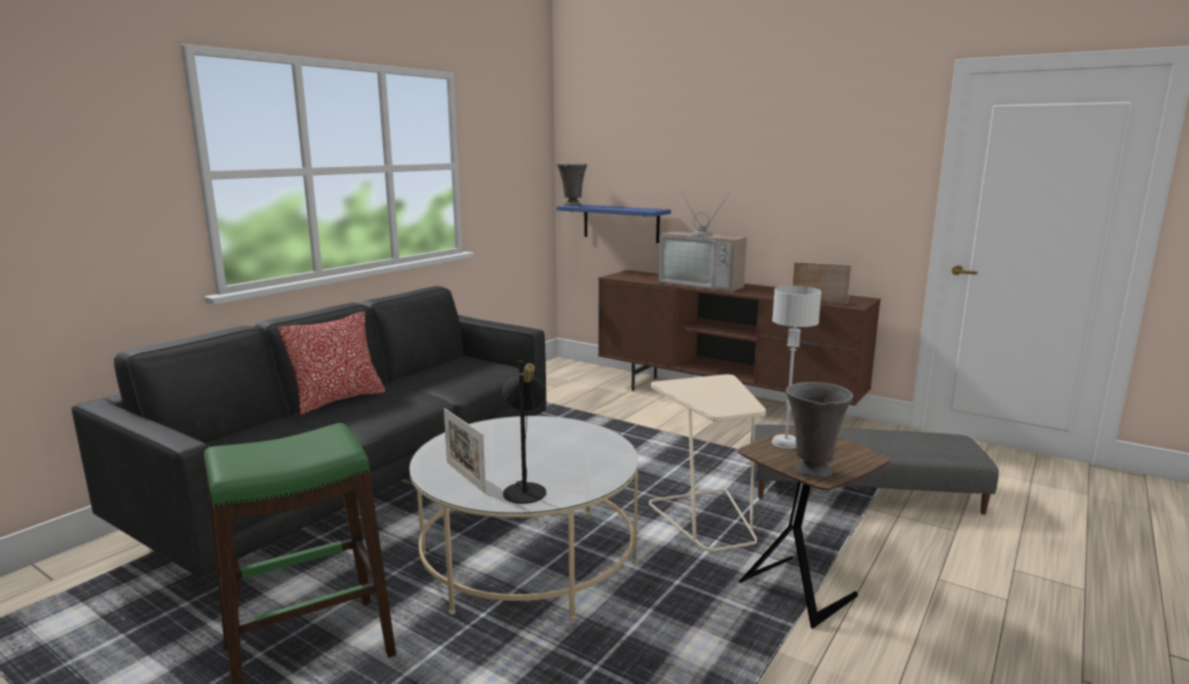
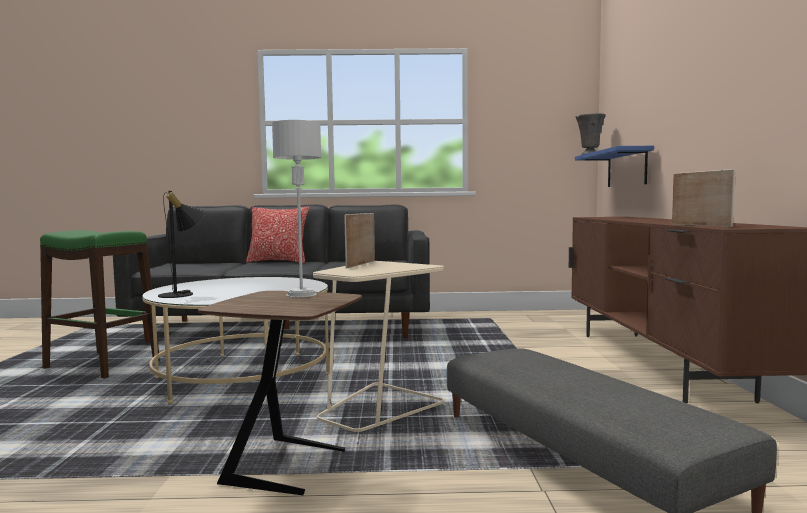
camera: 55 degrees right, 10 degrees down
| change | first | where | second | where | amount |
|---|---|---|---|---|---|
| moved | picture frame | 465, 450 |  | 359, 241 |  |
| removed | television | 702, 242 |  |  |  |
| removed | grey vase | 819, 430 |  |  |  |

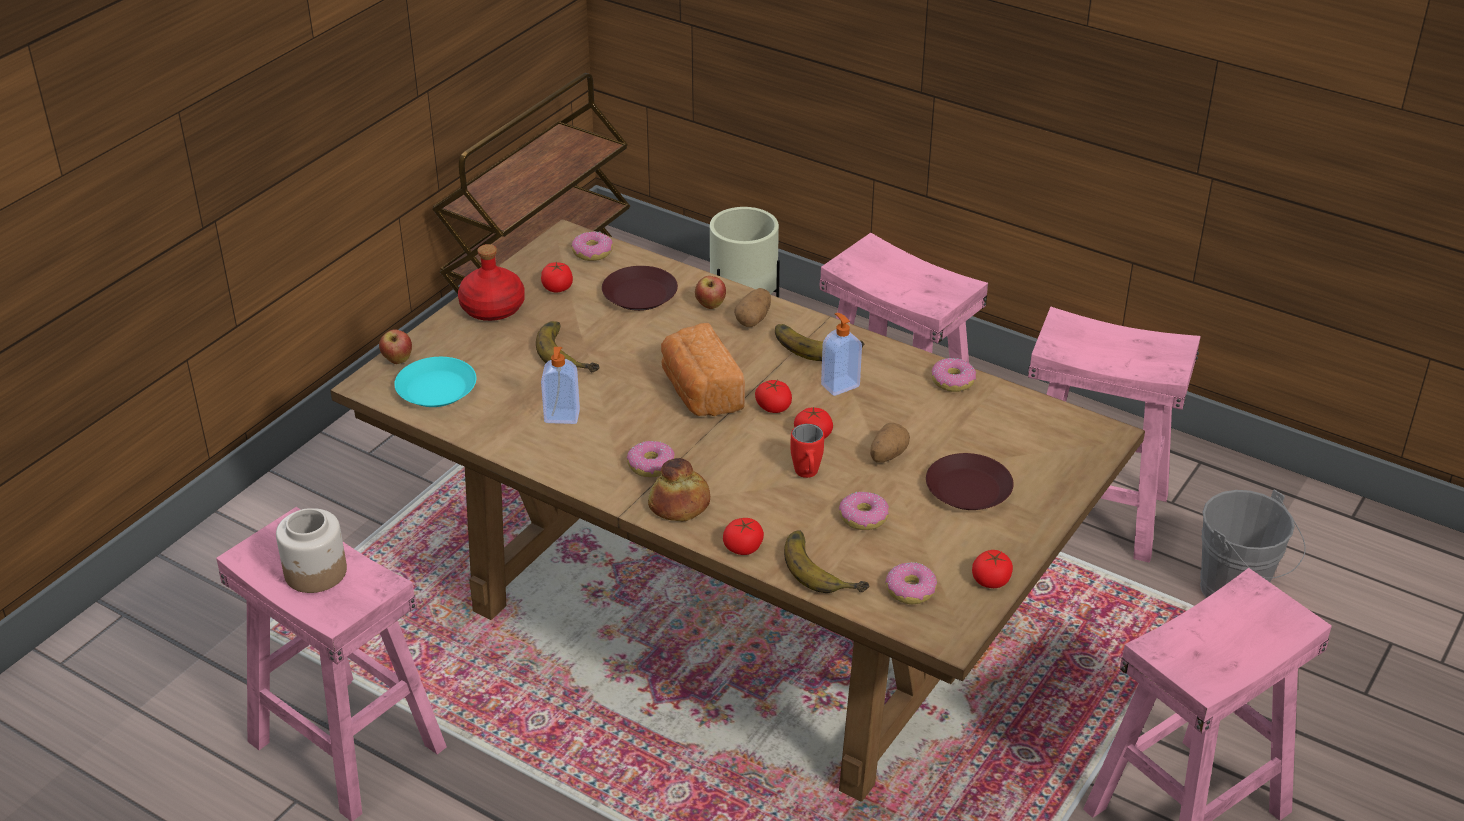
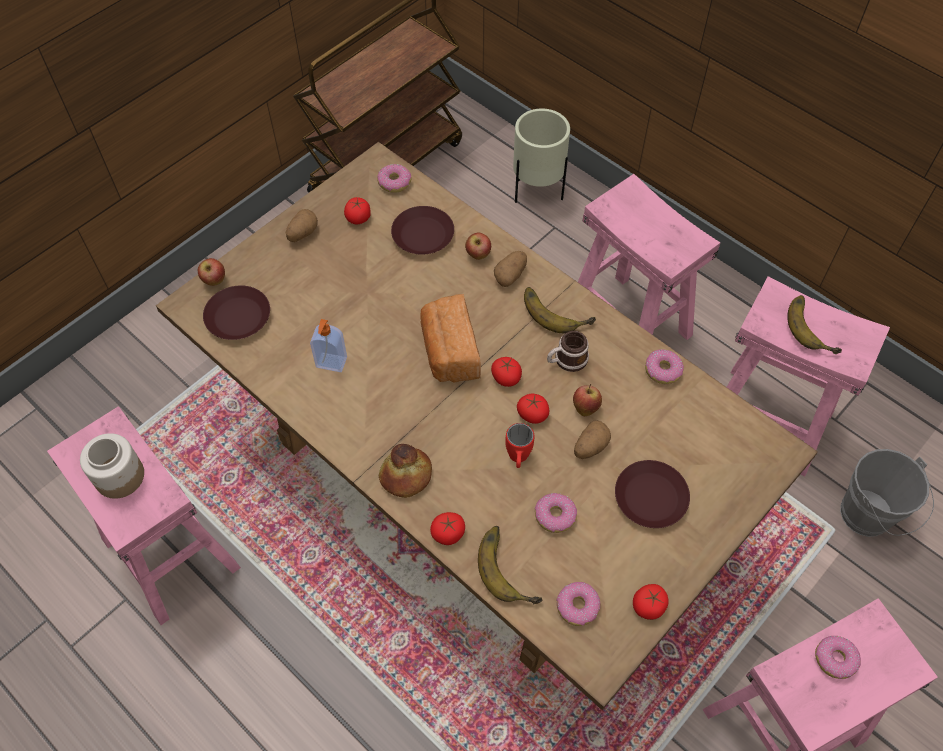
camera: 10 degrees right, 20 degrees up
| change | first | where | second | where | amount |
|---|---|---|---|---|---|
| recoloured | turquoise plate | 435, 382 | brown plate | 236, 312 |  |
| replaced | red bottle | 491, 282 | potato | 302, 225 |  |
| moved | banana | 568, 346 |  | 814, 324 |  |
| moved | donut | 651, 459 |  | 838, 657 |  |
| replaced | soap dispenser | 841, 354 | mug | 568, 351 |  |
| added |  |  | apple | 587, 400 |  |

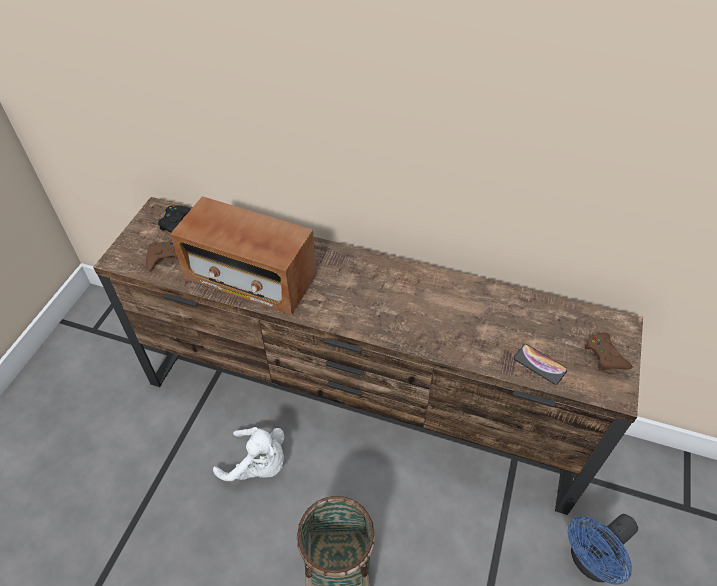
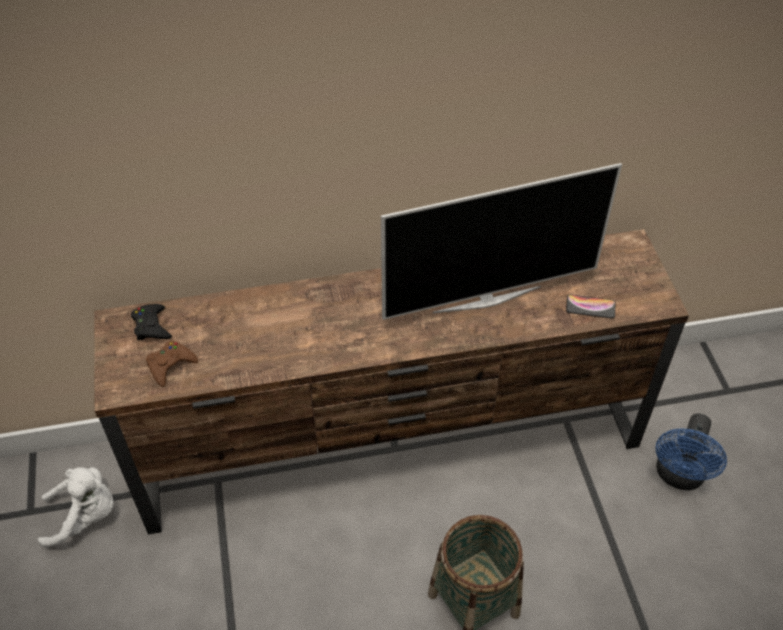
camera: 30 degrees left, 0 degrees up
| change | first | where | second | where | amount |
|---|---|---|---|---|---|
| removed | radio | 243, 255 |  |  |  |
| moved | white plush toy | 248, 454 |  | 75, 507 |  |
| removed | brown game controller | 608, 352 |  |  |  |
| added |  |  | television | 501, 241 |  |

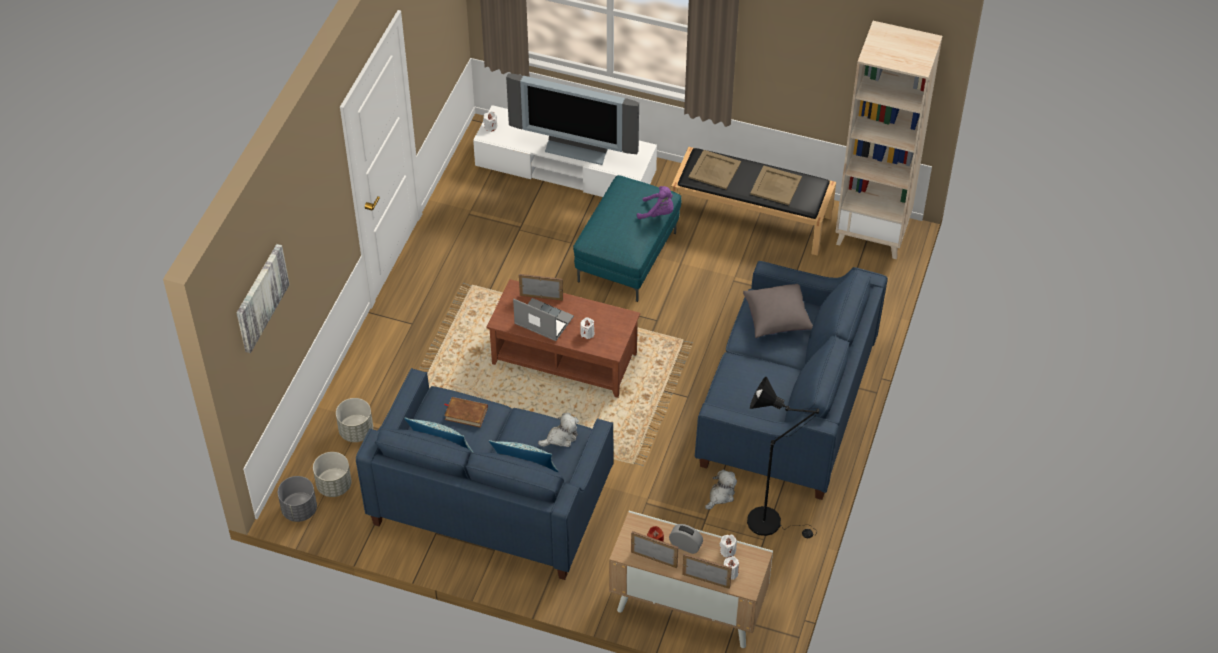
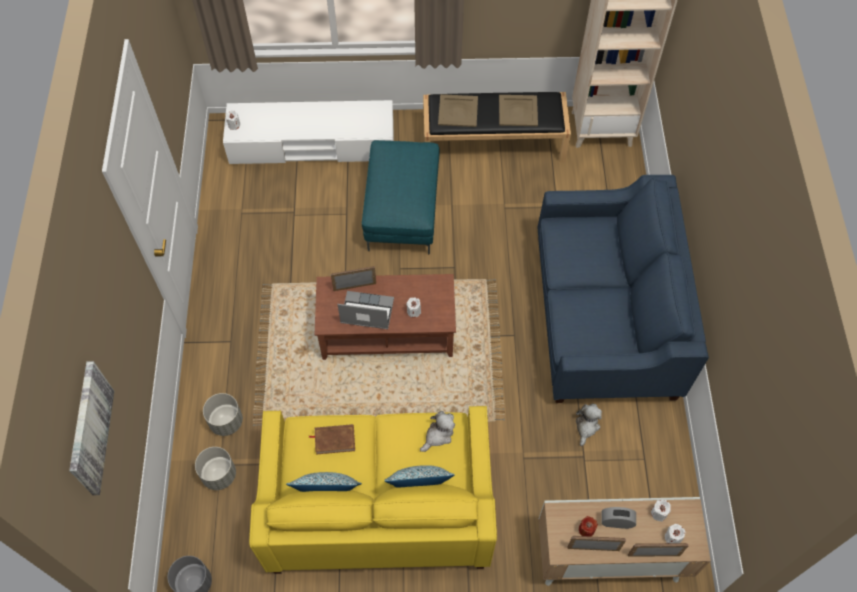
camera: 20 degrees left, 10 degrees up
| change | first | where | second | where | amount |
|---|---|---|---|---|---|
| moved | grey planter | 332, 474 |  | 223, 414 |  |
| recoloured | blue sofa | 484, 474 | yellow sofa | 373, 490 |  |
| removed | television | 572, 119 |  |  |  |
| removed | purple plush toy | 655, 202 |  |  |  |
| removed | grey pillow | 778, 311 |  |  |  |
| removed | black floor lamp | 783, 457 |  |  |  |

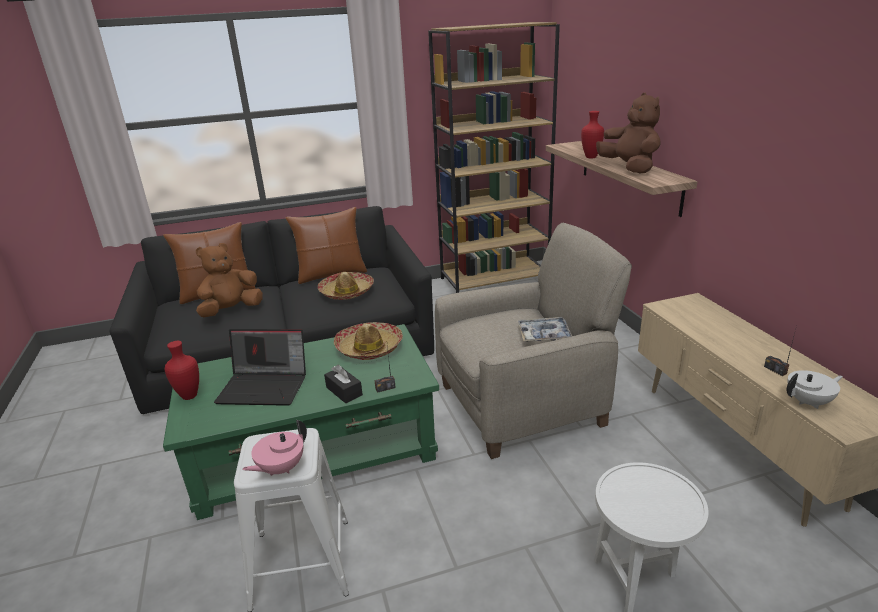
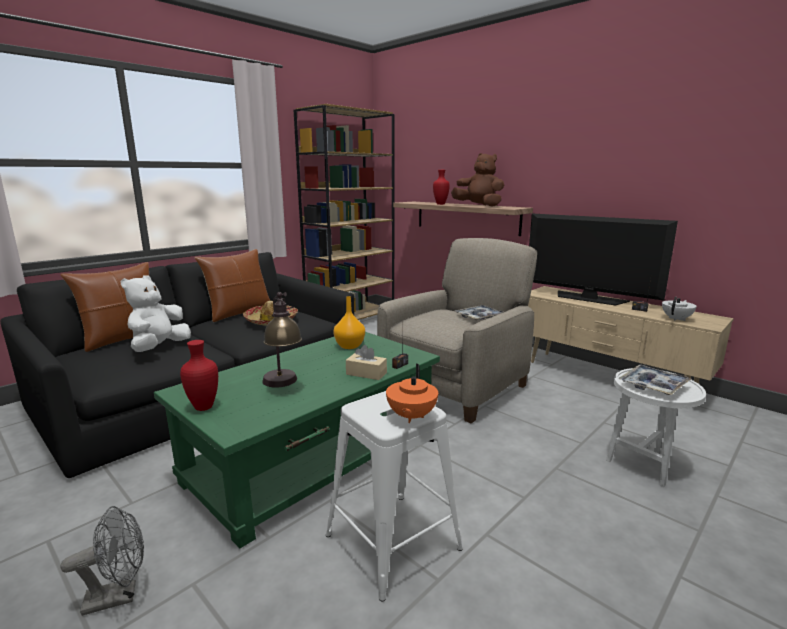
camera: 30 degrees left, 10 degrees down
| change | first | where | second | where | amount |
|---|---|---|---|---|---|
| recoloured | brown plush toy | 229, 280 | white plush toy | 156, 313 |  |
| replaced | laptop | 260, 367 | table lamp | 282, 339 |  |
| recoloured | pink teapot | 274, 448 | orange teapot | 412, 393 |  |
| recoloured | black tissue box | 343, 384 | beige tissue box | 366, 362 |  |
| replaced | hat | 368, 341 | orange vase | 349, 322 |  |
| added |  |  | grey fan | 102, 561 |  |
| added |  |  | television | 603, 260 |  |
| added |  |  | tray | 655, 380 |  |

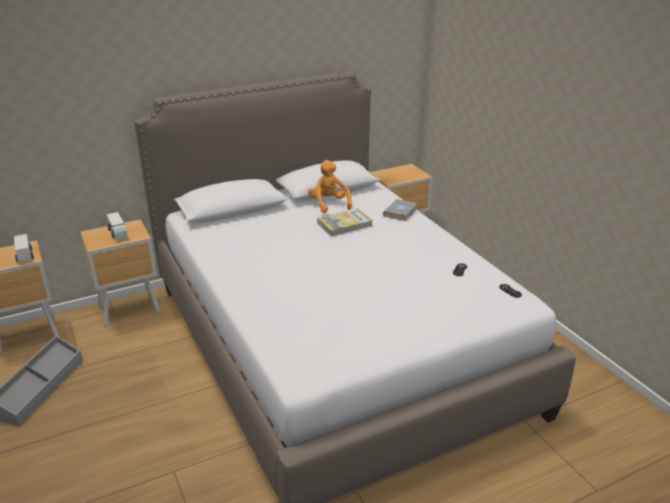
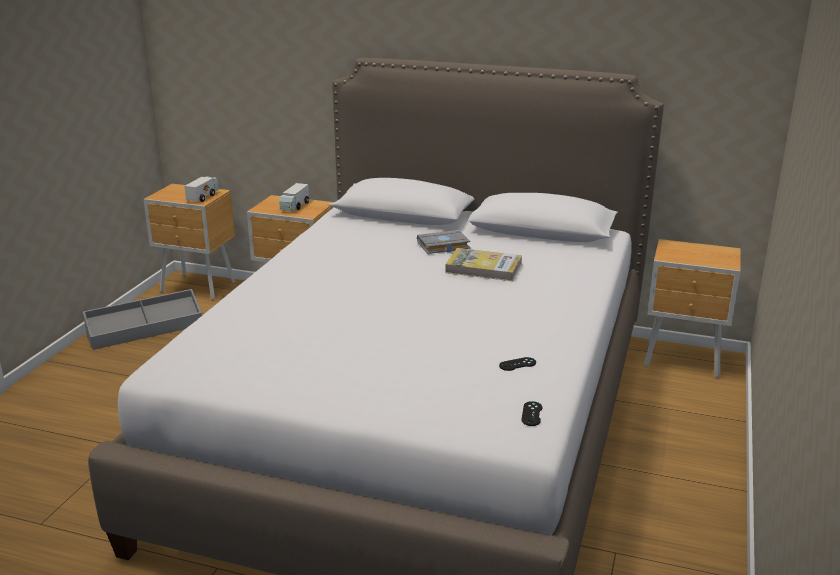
camera: 45 degrees right, 5 degrees down
| change | first | where | second | where | amount |
|---|---|---|---|---|---|
| removed | orange plush toy | 330, 186 |  |  |  |
| moved | grey book | 400, 210 |  | 444, 242 |  |

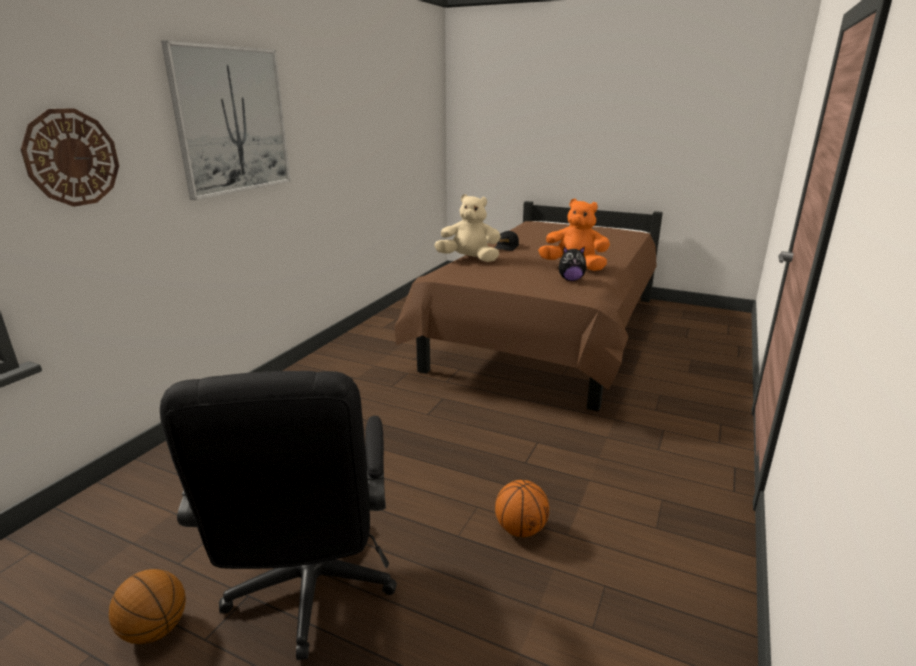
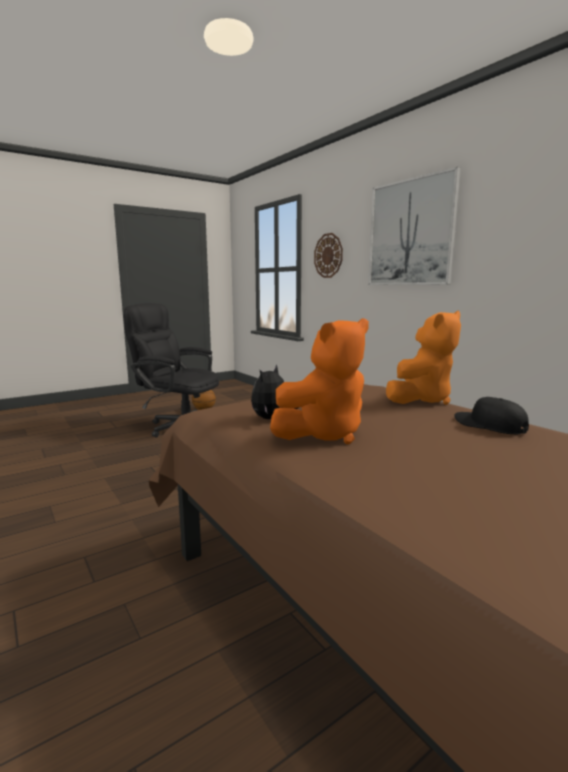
camera: 120 degrees right, 10 degrees down
| change | first | where | second | where | amount |
|---|---|---|---|---|---|
| recoloured | beige plush toy | 467, 228 | orange plush toy | 423, 358 |  |
| removed | basketball | 522, 508 |  |  |  |

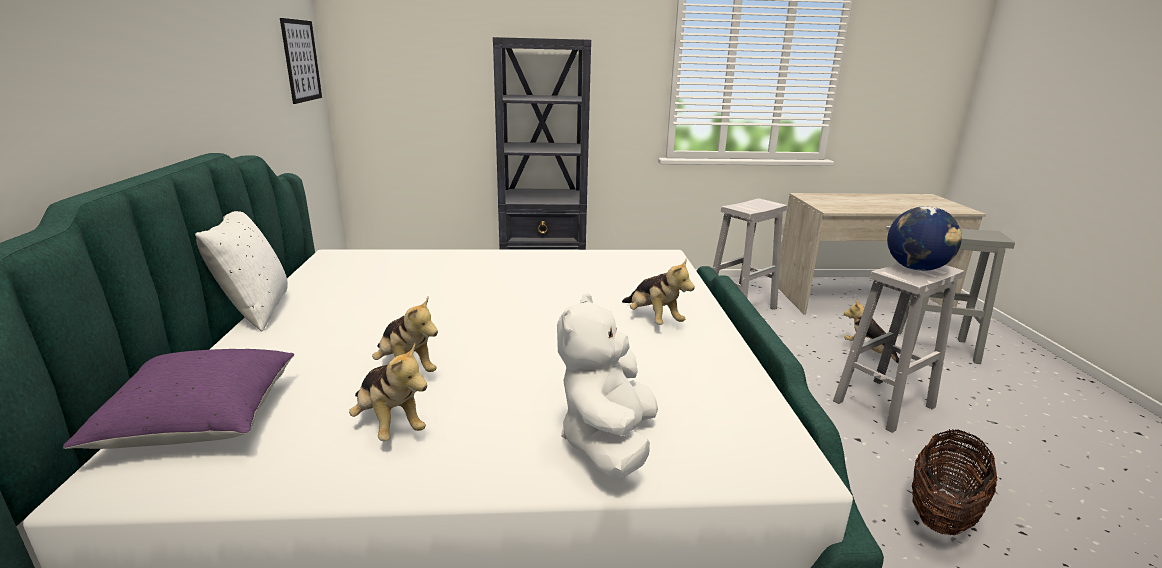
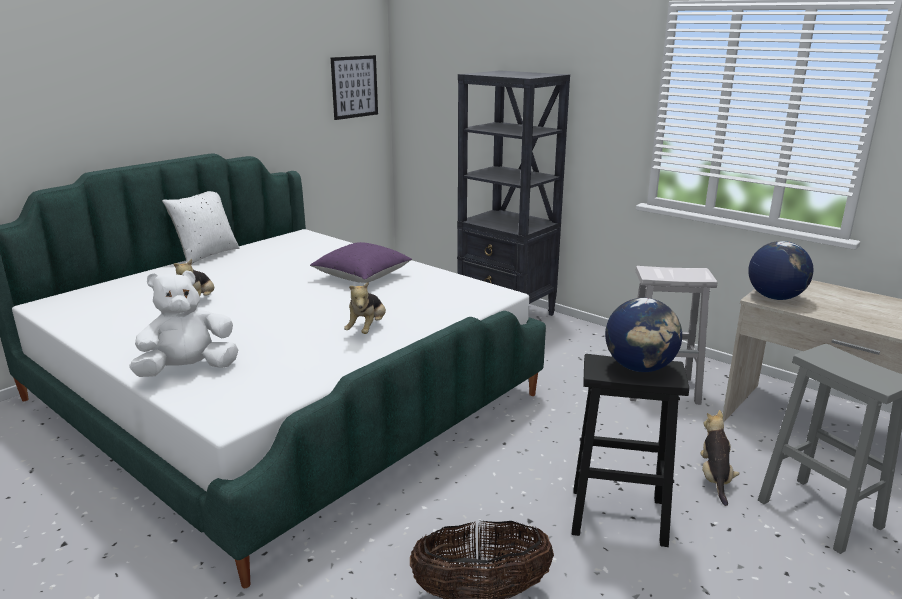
camera: 45 degrees right, 0 degrees up
| change | first | where | second | where | amount |
|---|---|---|---|---|---|
| moved | purple pillow | 178, 399 |  | 361, 262 |  |
| removed | plush toy | 388, 392 |  |  |  |
| recoloured | white stool | 898, 348 | black stool | 630, 450 |  |
| added |  |  | globe | 780, 270 |  |

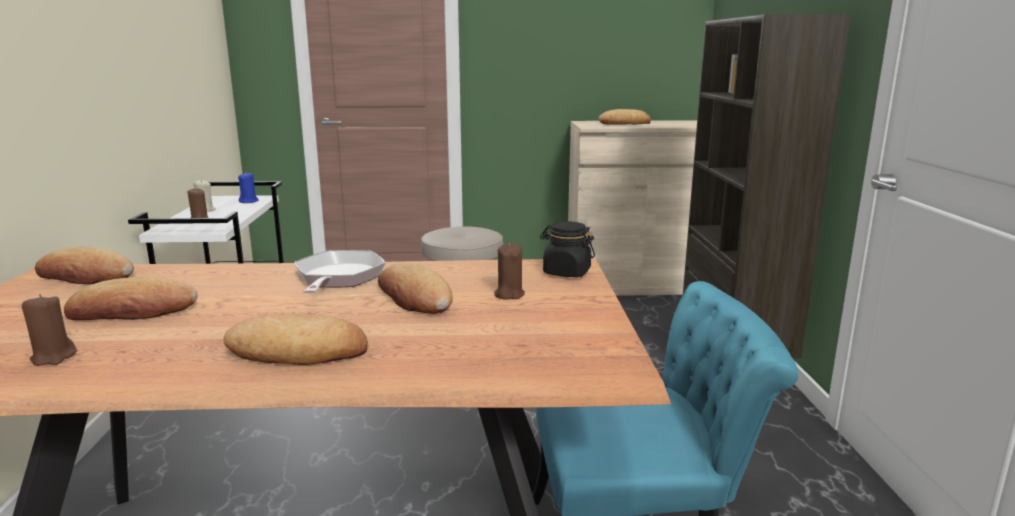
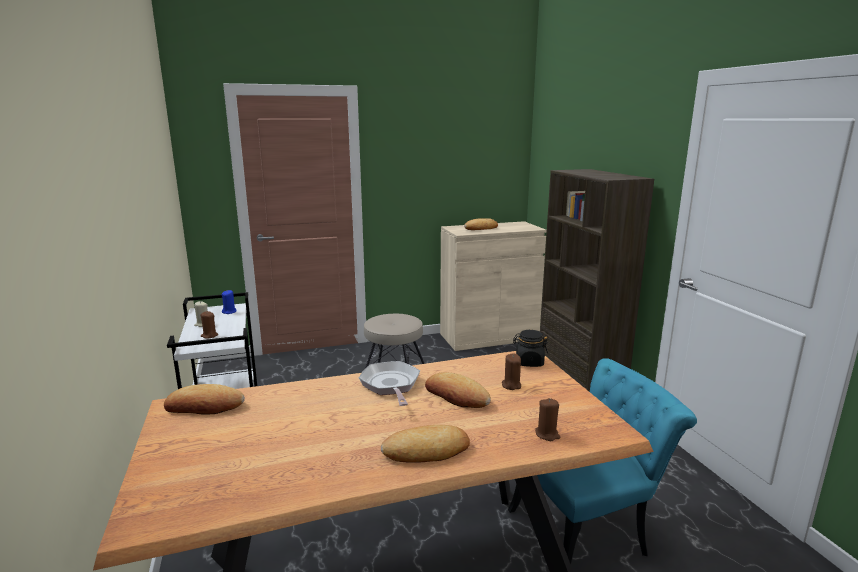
camera: 15 degrees left, 0 degrees up
| change | first | where | second | where | amount |
|---|---|---|---|---|---|
| moved | brown candle | 49, 330 |  | 547, 419 |  |
| removed | bread | 131, 298 |  |  |  |

